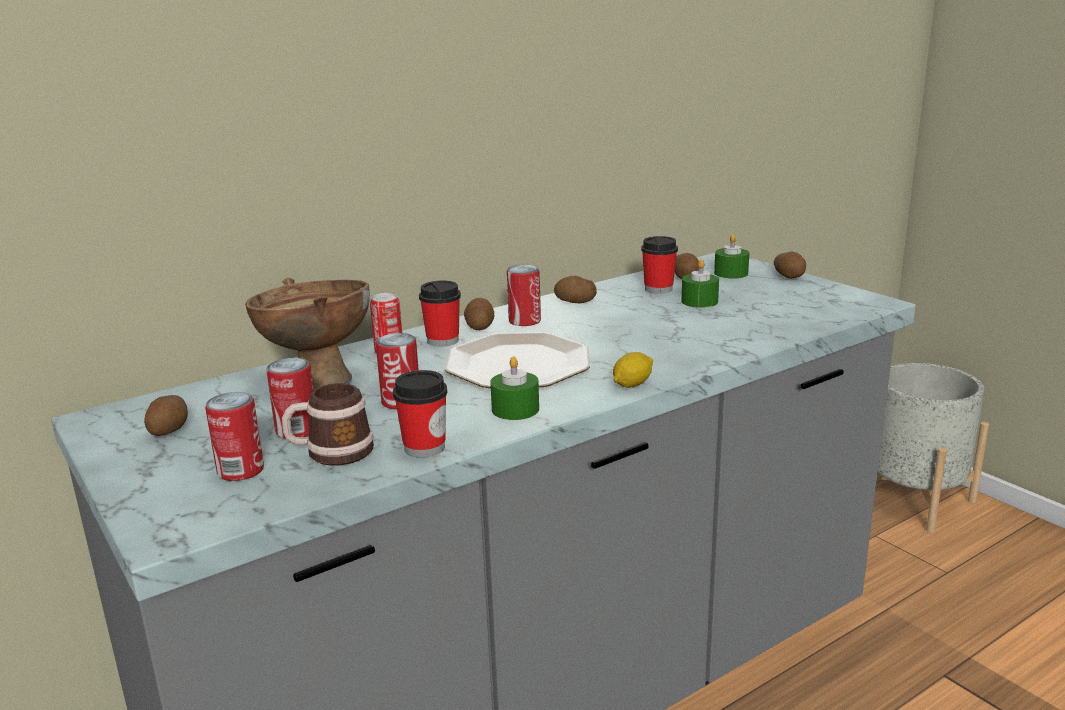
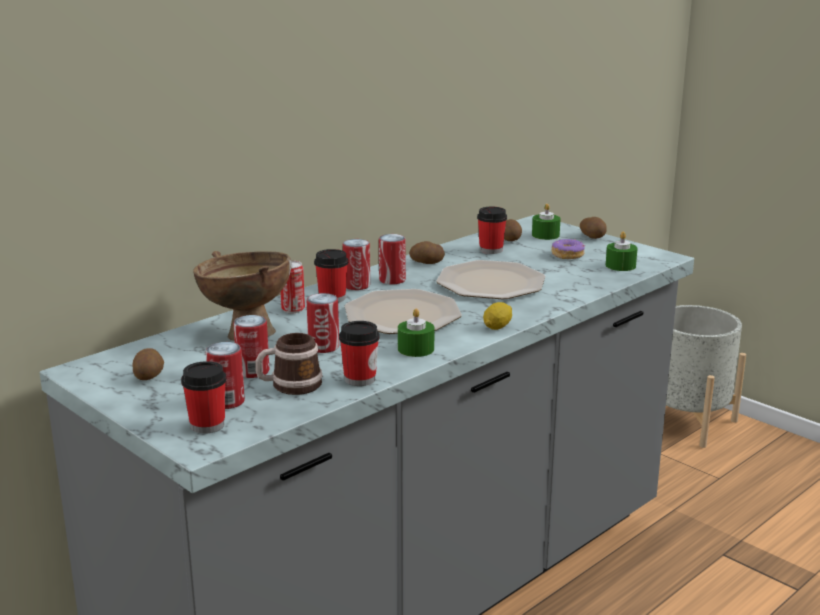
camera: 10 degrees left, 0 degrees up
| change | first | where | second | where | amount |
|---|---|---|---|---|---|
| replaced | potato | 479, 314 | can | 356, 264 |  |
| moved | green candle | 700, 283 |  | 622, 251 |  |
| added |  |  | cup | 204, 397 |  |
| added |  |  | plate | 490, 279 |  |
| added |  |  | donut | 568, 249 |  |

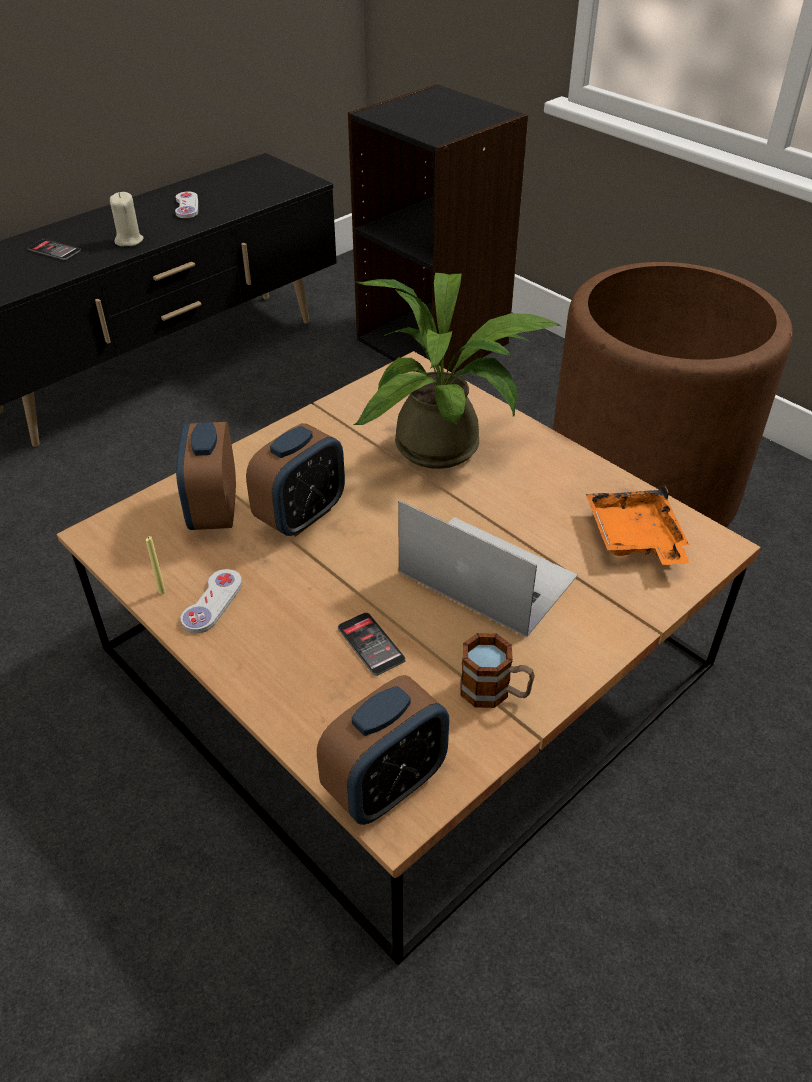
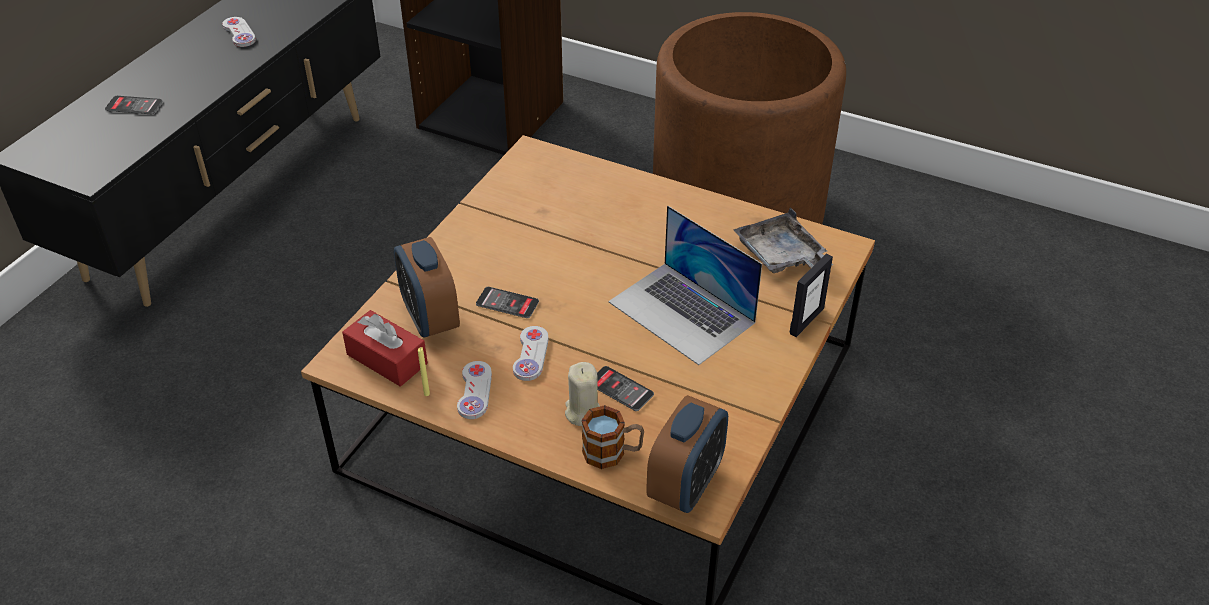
camera: 20 degrees left, 0 degrees up
| change | first | where | second | where | amount |
|---|---|---|---|---|---|
| moved | beige candle | 126, 219 |  | 582, 394 |  |
| replaced | alarm clock | 295, 480 | phone | 507, 302 |  |
| removed | potted plant | 457, 371 |  |  |  |
| turned | laptop | 488, 568 |  | 685, 285 | 150 degrees counterclockwise |
| moved | mug | 497, 670 |  | 613, 437 |  |
| recoloured | orange tray | 638, 524 | grey tray | 783, 240 |  |
| added |  |  | red tissue box | 385, 348 |  |
| added |  |  | white game controller | 531, 353 |  |
| added |  |  | picture frame | 811, 295 |  |

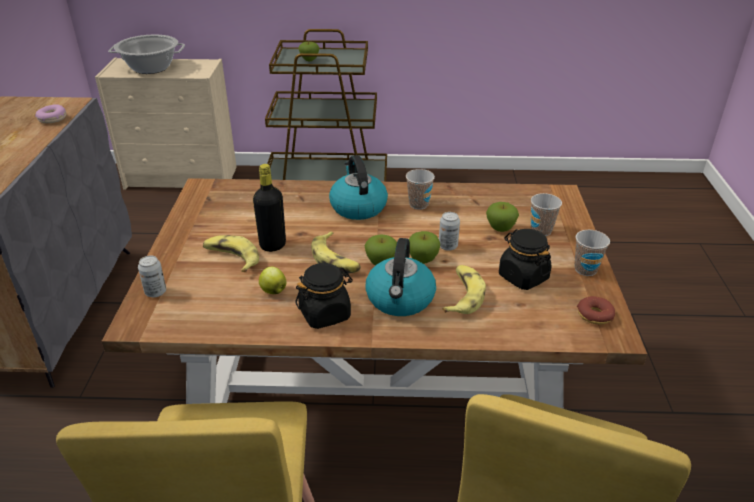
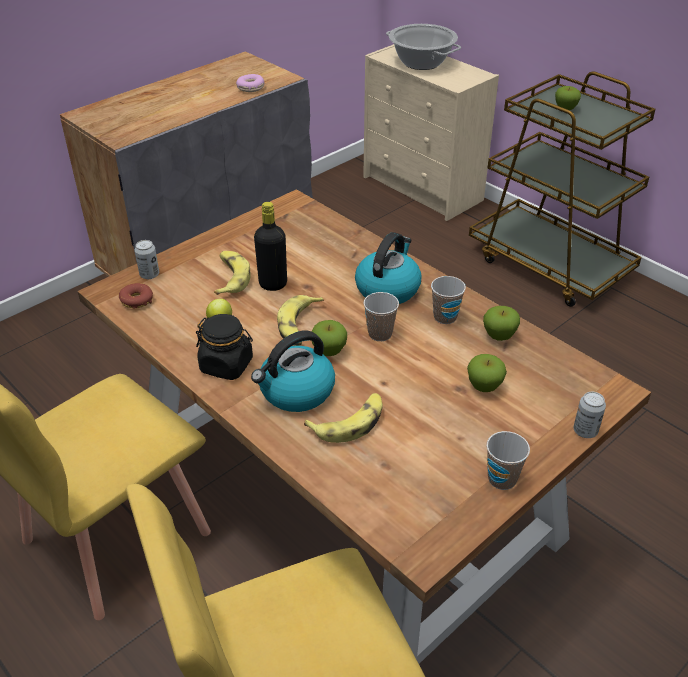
camera: 45 degrees right, 5 degrees up
| change | first | where | second | where | amount |
|---|---|---|---|---|---|
| moved | apple | 424, 247 |  | 501, 323 |  |
| moved | can | 449, 231 |  | 589, 415 |  |
| removed | black jar | 525, 259 |  |  |  |
| moved | cup | 546, 214 |  | 381, 316 |  |
| moved | donut | 596, 310 |  | 136, 296 |  |

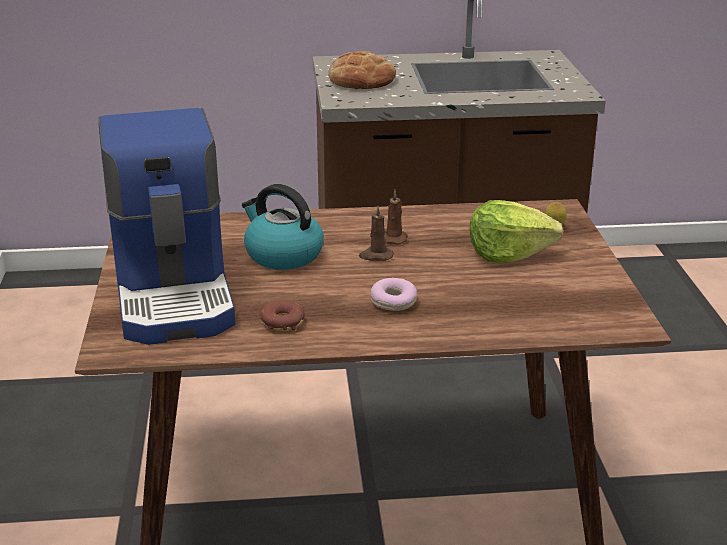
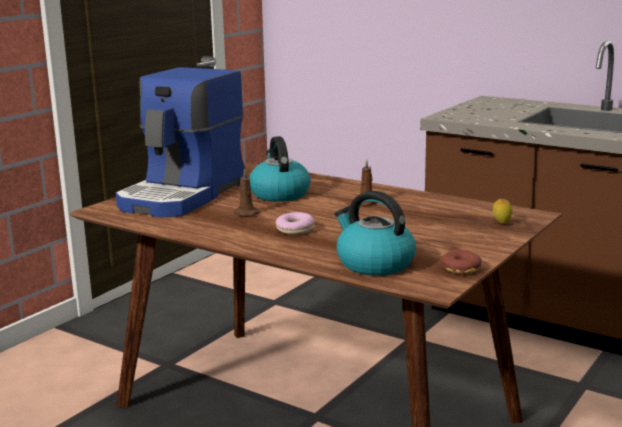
camera: 40 degrees right, 10 degrees down
| change | first | where | second | where | amount |
|---|---|---|---|---|---|
| moved | donut | 282, 315 |  | 461, 262 |  |
| removed | bread | 362, 70 |  |  |  |
| moved | brown candle | 376, 233 |  | 247, 192 |  |
| removed | lettuce | 516, 231 |  |  |  |
| added |  |  | kettle | 375, 233 |  |

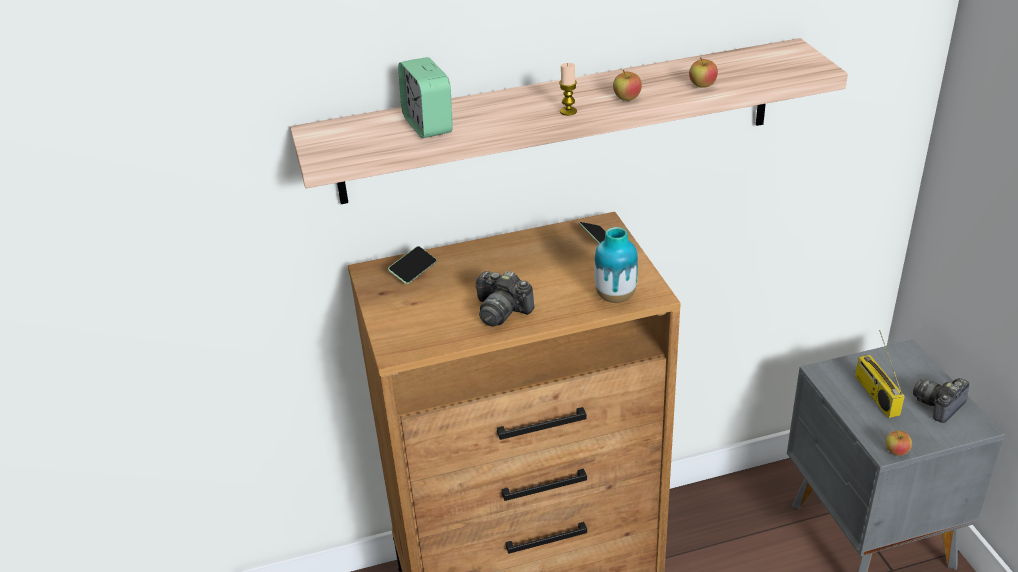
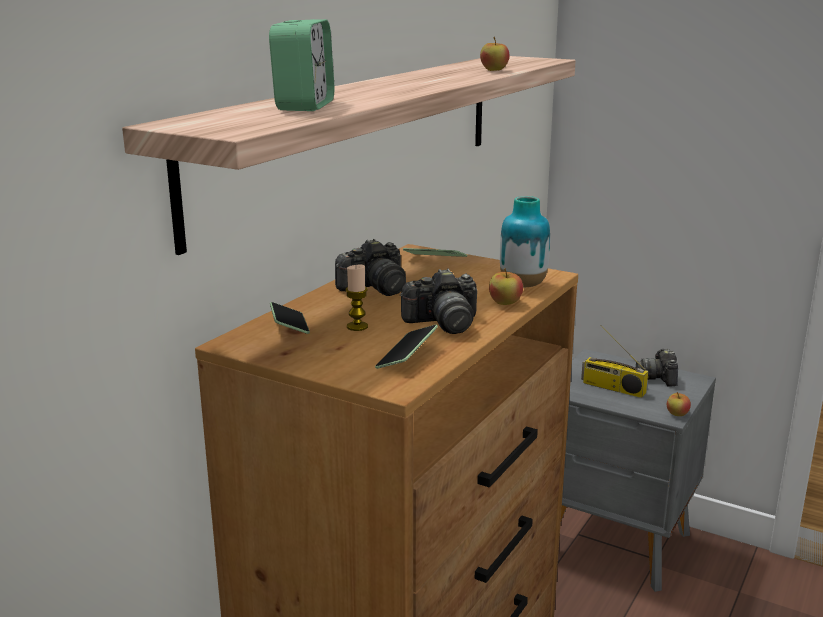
camera: 45 degrees left, 15 degrees down
| change | first | where | second | where | amount |
|---|---|---|---|---|---|
| turned | alarm clock | 425, 97 |  | 301, 65 | 105 degrees counterclockwise |
| moved | candle | 568, 89 |  | 356, 298 |  |
| moved | apple | 627, 85 |  | 506, 286 |  |
| added |  |  | photo camera | 370, 267 |  |
| added |  |  | phone | 406, 347 |  |

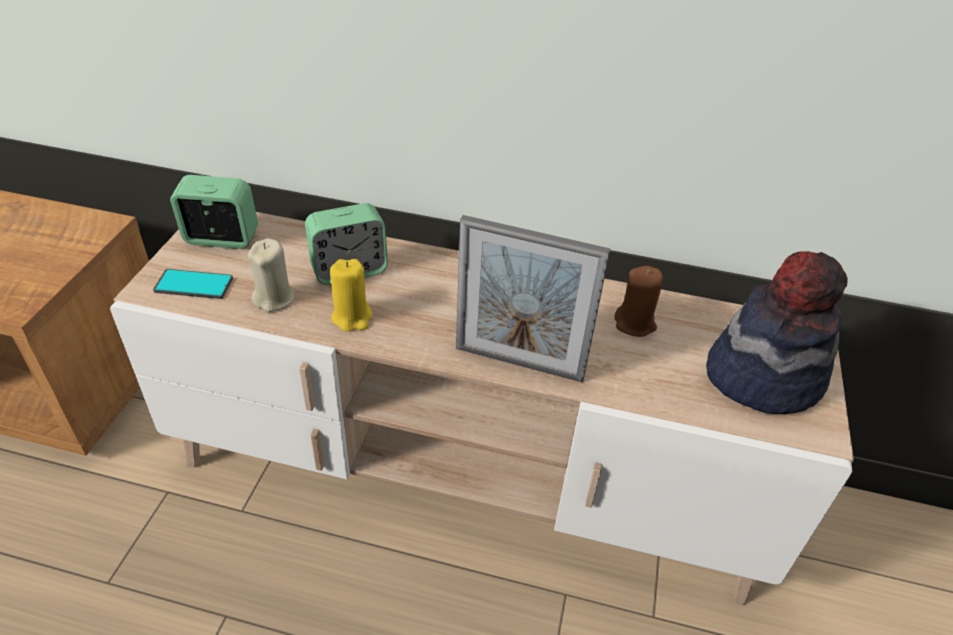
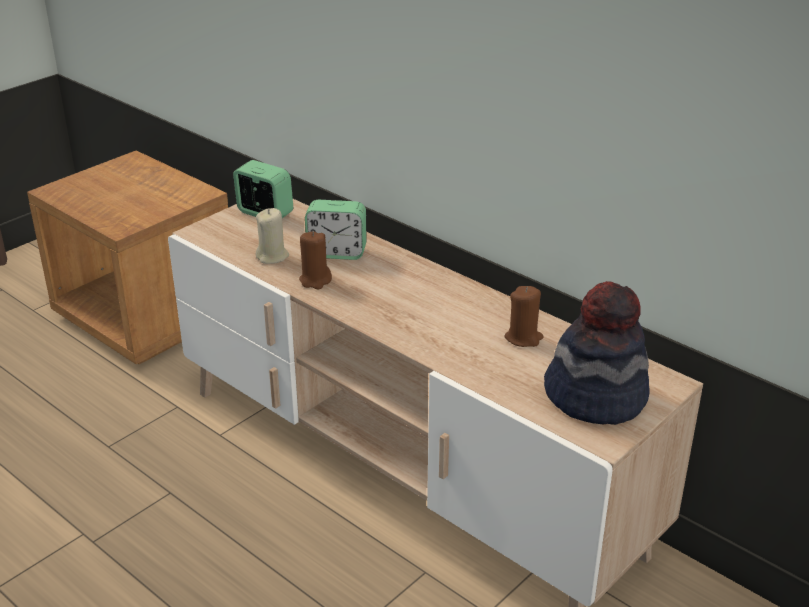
camera: 30 degrees right, 10 degrees down
| change | first | where | second | where | amount |
|---|---|---|---|---|---|
| removed | phone | 193, 284 |  |  |  |
| recoloured | yellow candle | 351, 295 | brown candle | 315, 260 |  |
| removed | picture frame | 533, 299 |  |  |  |

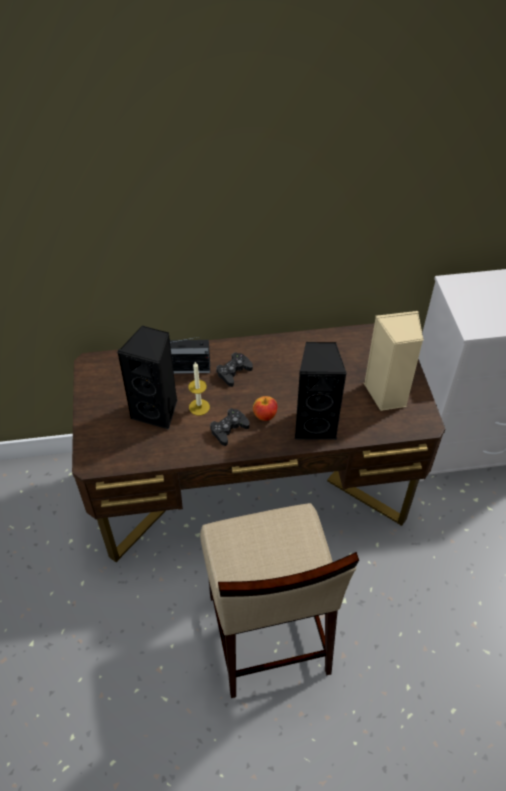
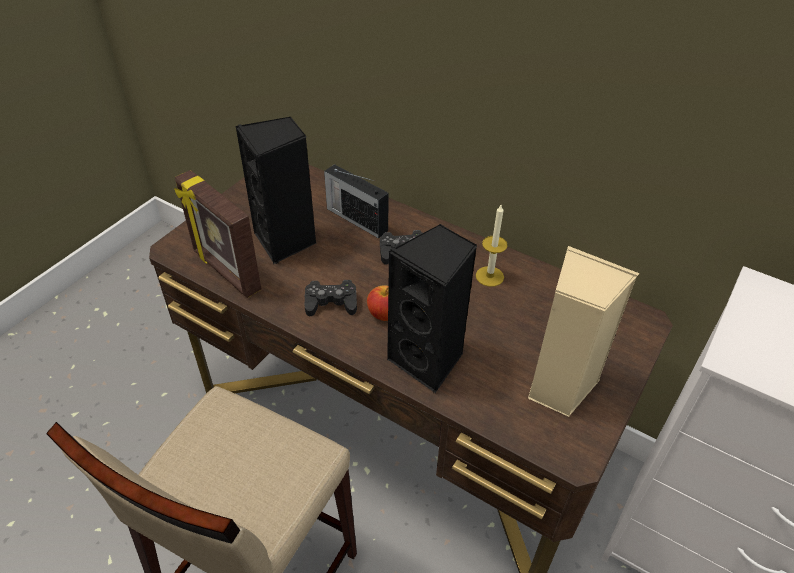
camera: 40 degrees right, 5 degrees down
| change | first | where | second | where | amount |
|---|---|---|---|---|---|
| moved | candle | 199, 388 |  | 492, 246 |  |
| added |  |  | picture frame | 218, 234 |  |

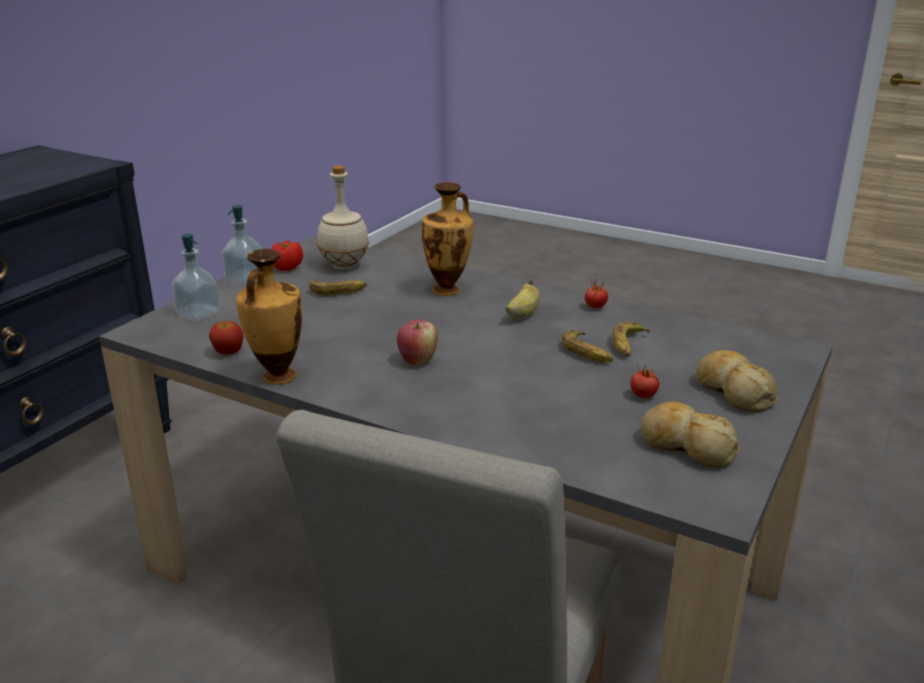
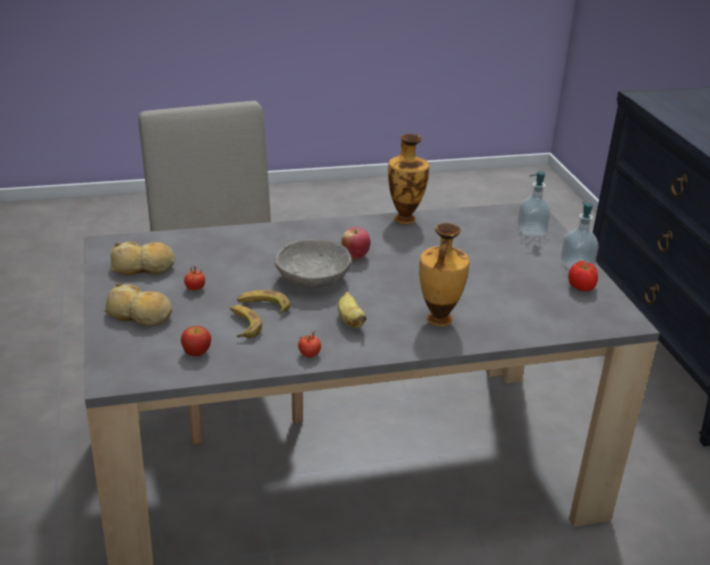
camera: 135 degrees right, 5 degrees up
| change | first | where | second | where | amount |
|---|---|---|---|---|---|
| moved | apple | 226, 338 |  | 196, 341 |  |
| removed | banana | 338, 288 |  |  |  |
| removed | beige bottle | 343, 217 |  |  |  |
| added |  |  | grey bowl | 313, 263 |  |

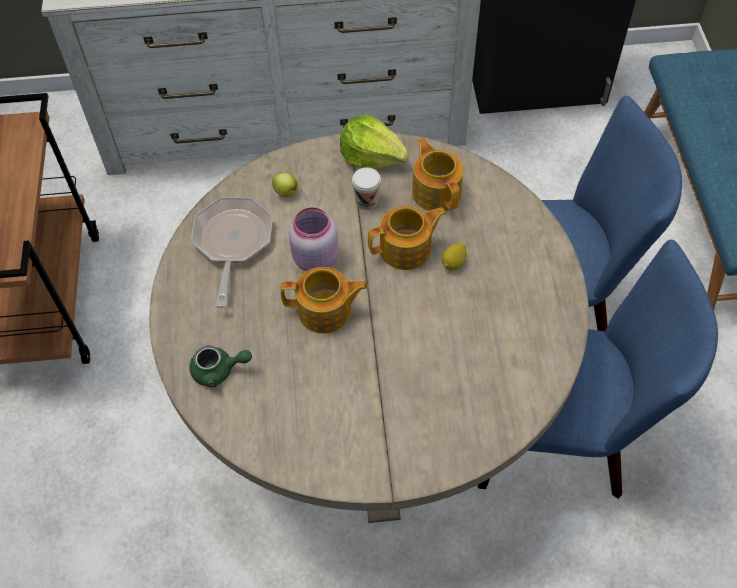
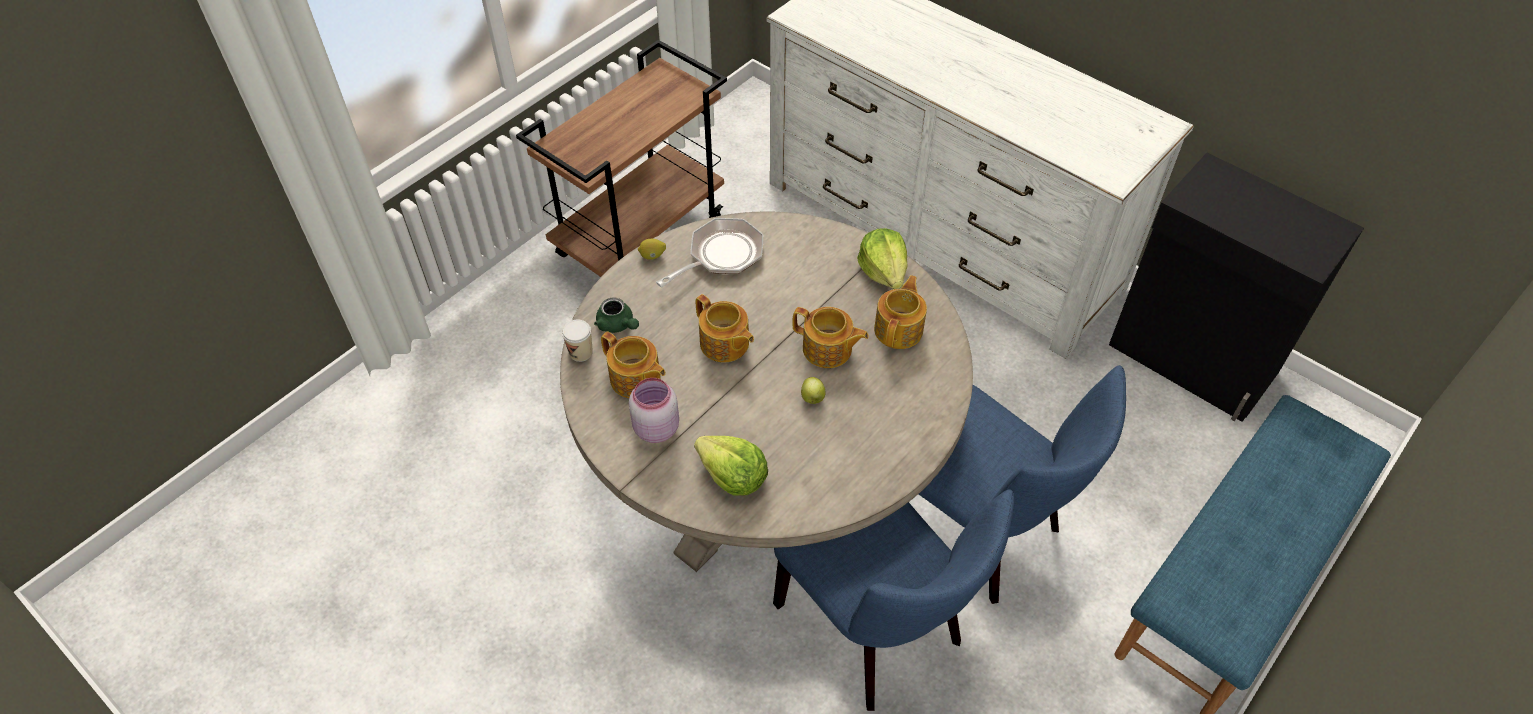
camera: 45 degrees right, 5 degrees down
| change | first | where | second | where | amount |
|---|---|---|---|---|---|
| moved | apple | 285, 185 |  | 813, 390 |  |
| moved | pink jar | 313, 239 |  | 654, 410 |  |
| moved | cup | 366, 188 |  | 577, 341 |  |
| moved | lemon | 454, 257 |  | 652, 249 |  |
| added |  |  | teapot | 633, 365 |  |
| added |  |  | lettuce | 731, 466 |  |

